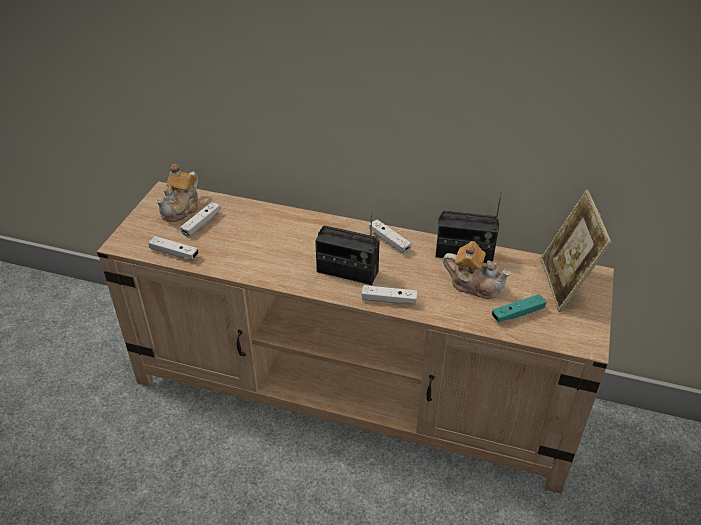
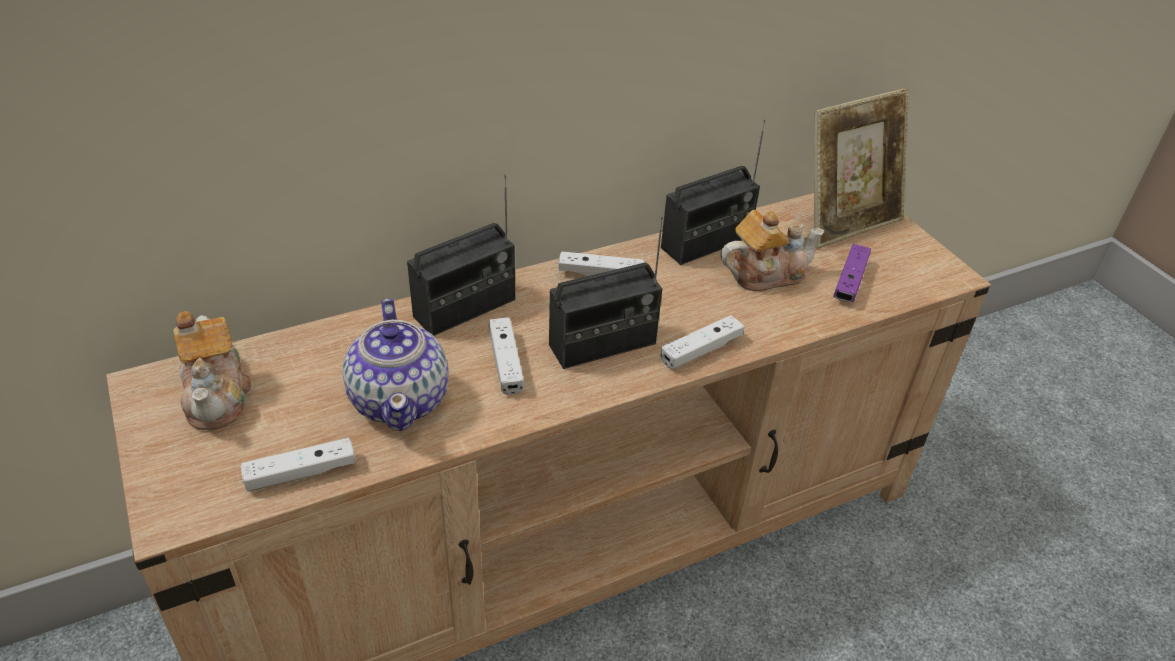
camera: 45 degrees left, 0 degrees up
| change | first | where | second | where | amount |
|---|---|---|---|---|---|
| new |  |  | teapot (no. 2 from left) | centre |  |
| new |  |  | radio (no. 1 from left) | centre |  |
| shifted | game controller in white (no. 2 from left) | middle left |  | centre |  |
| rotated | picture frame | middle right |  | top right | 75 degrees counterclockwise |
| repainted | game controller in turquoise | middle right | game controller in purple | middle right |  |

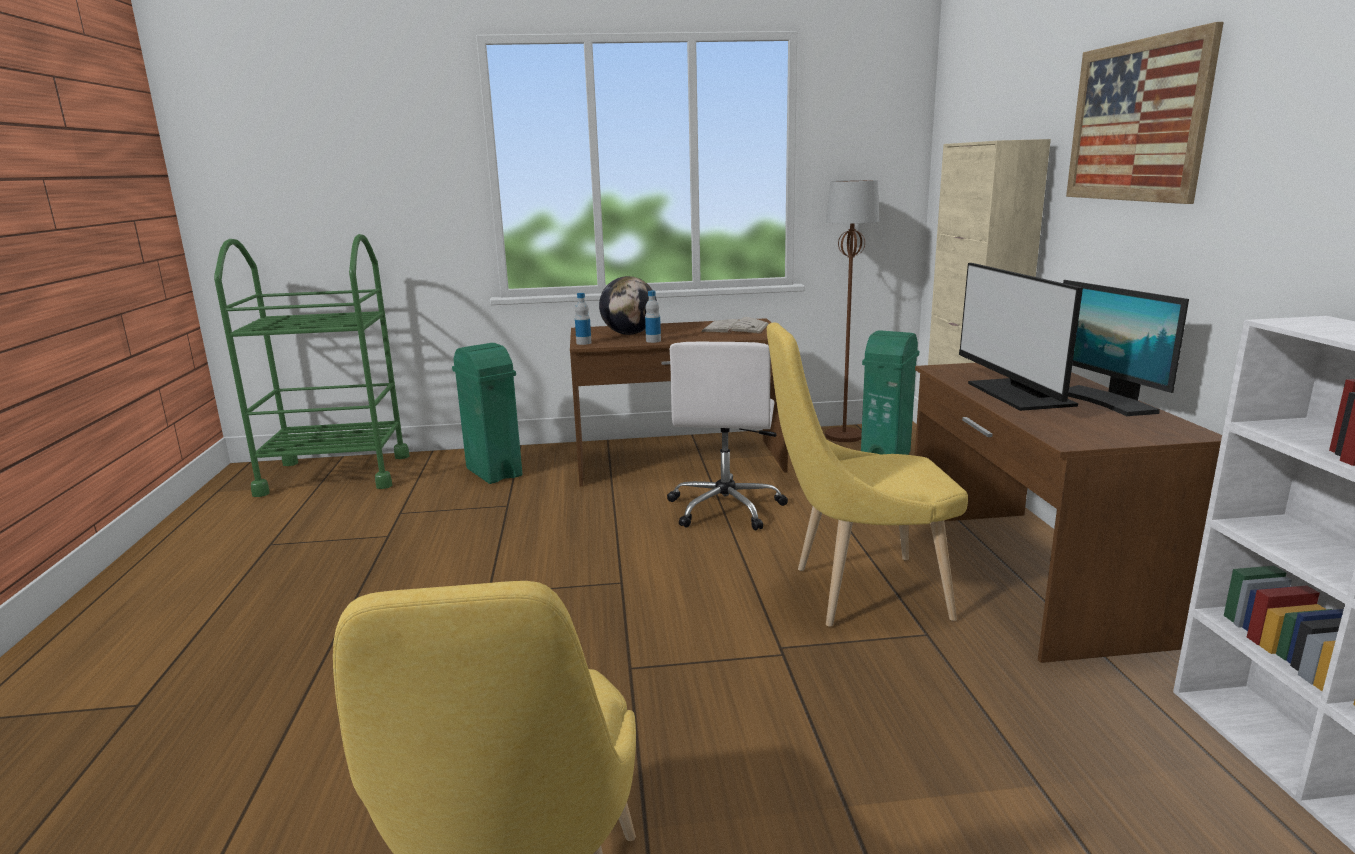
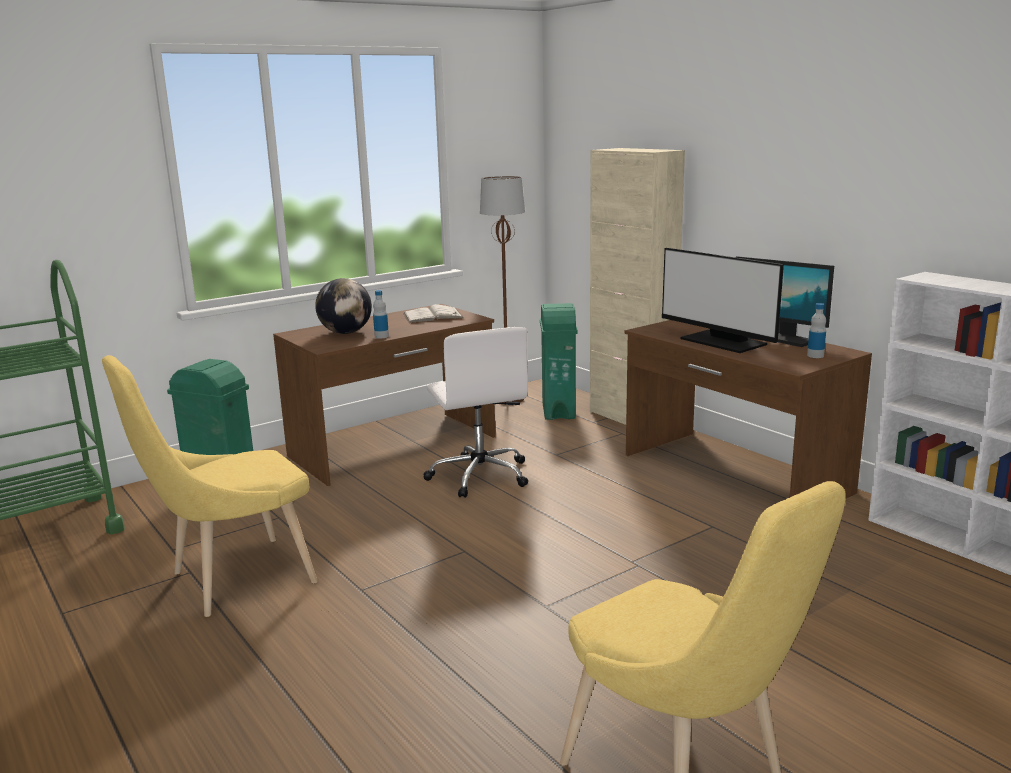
camera: 30 degrees left, 0 degrees up
| change | first | where | second | where | amount |
|---|---|---|---|---|---|
| shifted | chair in yellow (no. 2 from left in the first image) | centre | chair in yellow (no. 1 from left) | middle left |  |
| shifted | bottle (no. 1 from left in the first image) | centre | bottle (no. 2 from left) | middle right |  |
| gone | picture | top right |  |  |  |

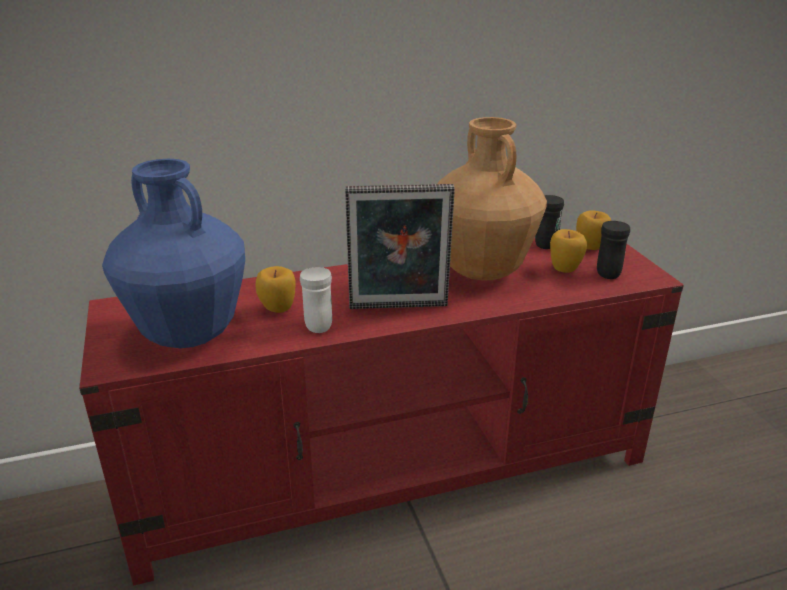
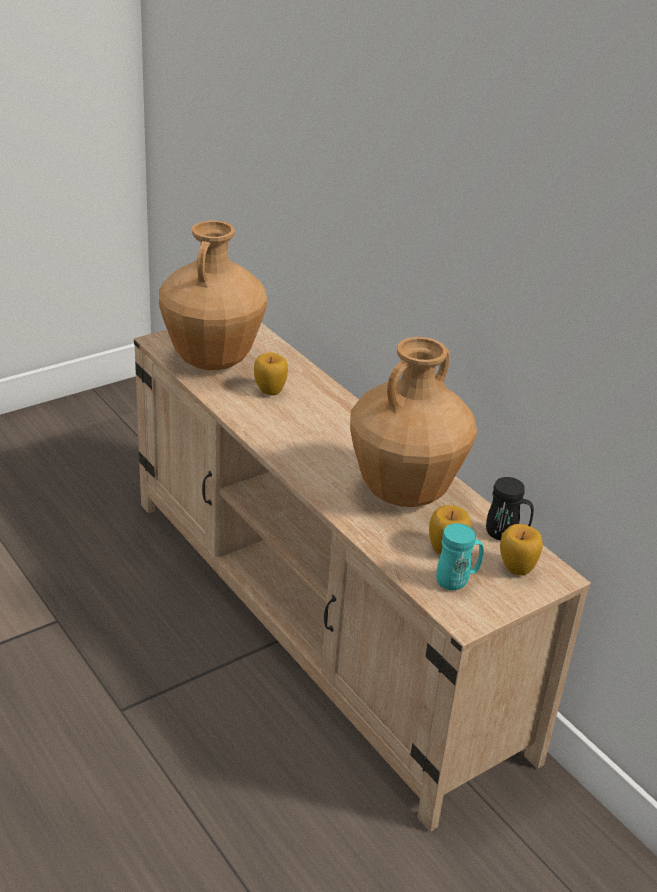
camera: 70 degrees right, 5 degrees up
| change | first | where | second | where | amount |
|---|---|---|---|---|---|
| repainted | tv stand in red | bottom centre | tv stand in beige | centre |  |
| repainted | vase in blue | middle left | vase in brown (no. 1 from left) | top left |  |
| repainted | mug in black (no. 2 from left) | middle right | mug in turquoise | middle right |  |
| gone | mug in white | centre |  |  |  |
| gone | picture frame | centre |  |  |  |

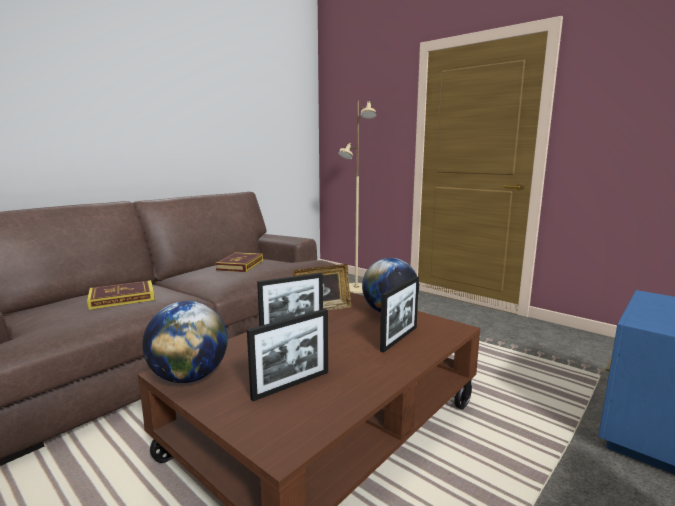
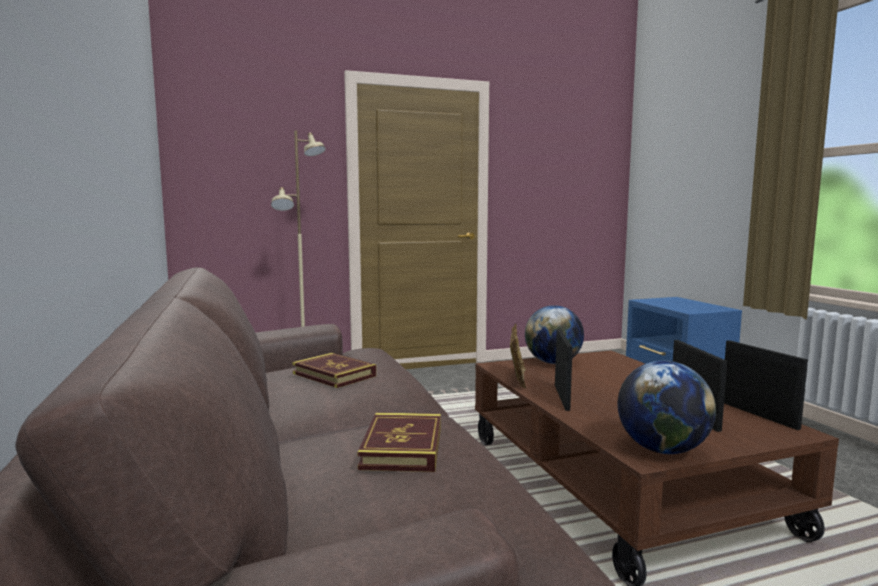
camera: 60 degrees left, 5 degrees down
| change | first | where | second | where | amount |
|---|---|---|---|---|---|
| shifted | picture frame (no. 4 from left) | centre |  | middle right |  |

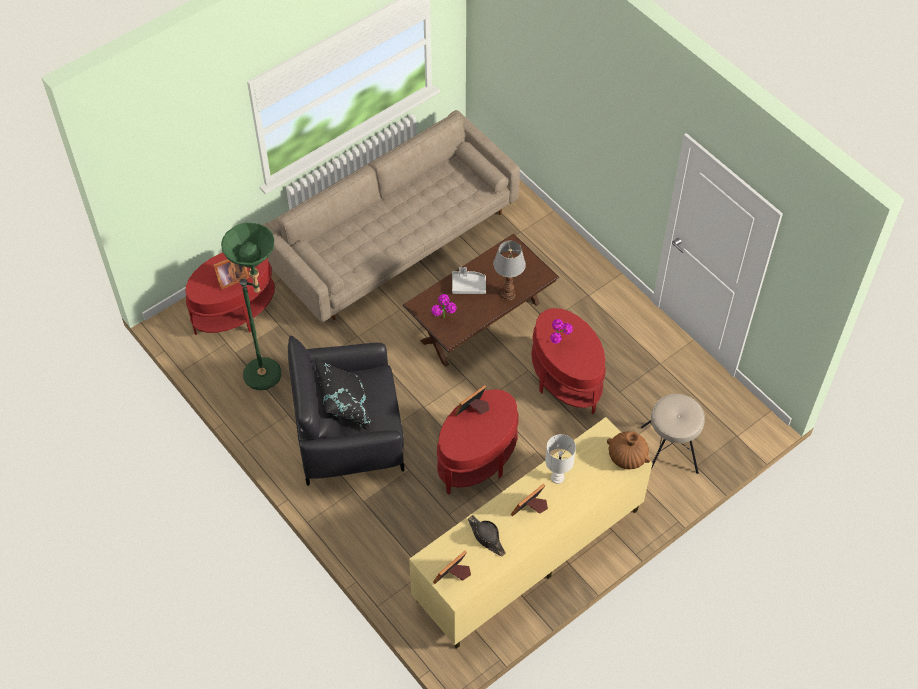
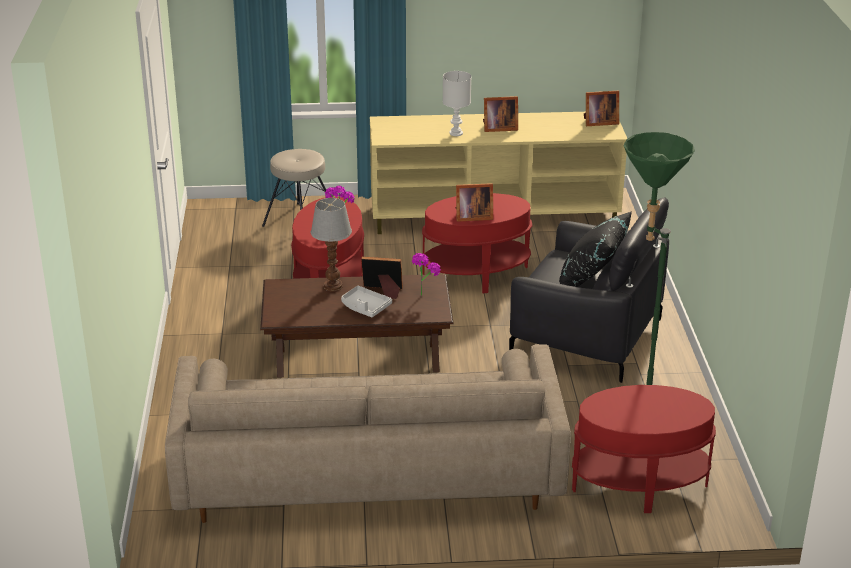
camera: 145 degrees left, 25 degrees down
| change | first | where | second | where | amount |
|---|---|---|---|---|---|
| shifted | picture frame (no. 1 from left) | middle left |  | centre |  |
| gone | hat in black | bottom centre |  |  |  |
| gone | vase in brown | middle right |  |  |  |

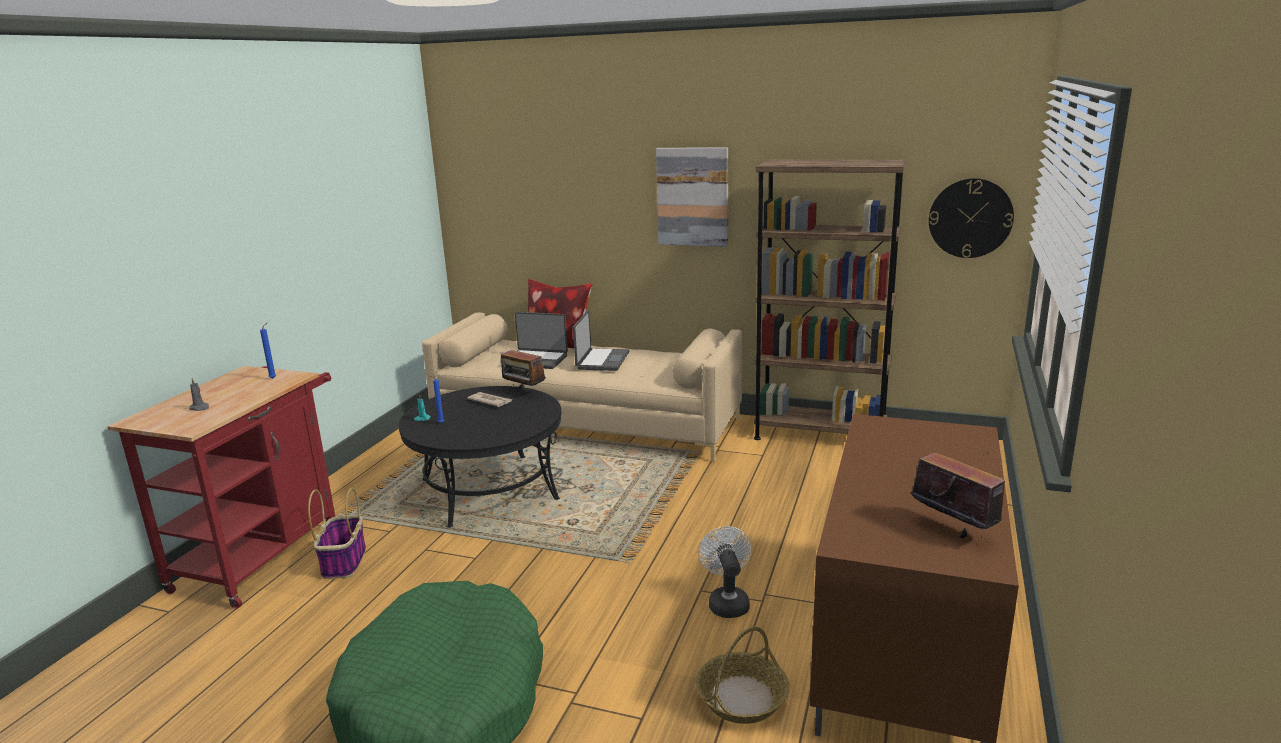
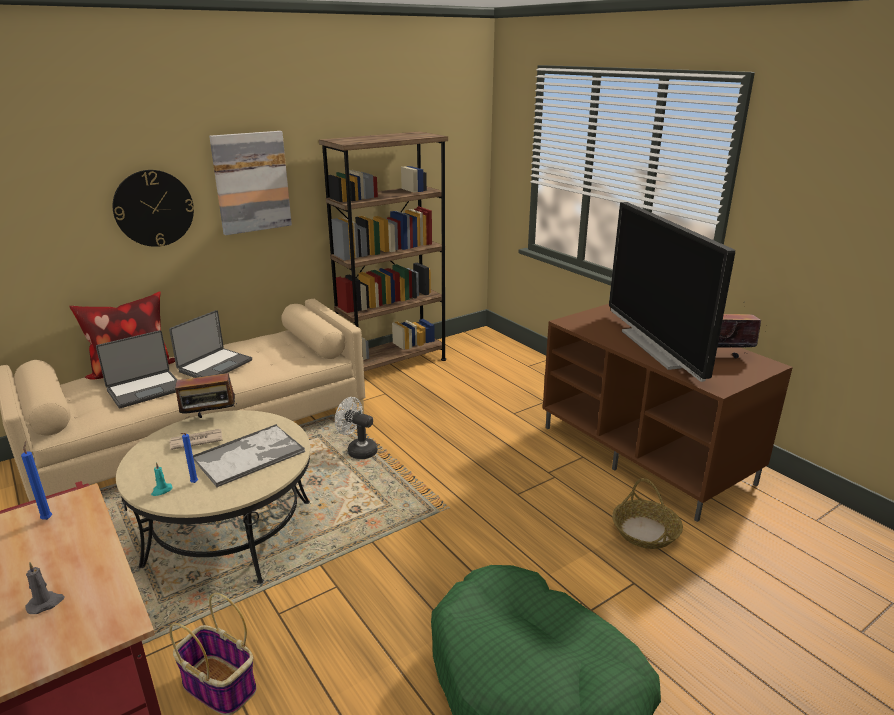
camera: 55 degrees left, 5 degrees up
| change | first | where | second | where | amount |
|---|---|---|---|---|---|
| shifted | wall clock | top right |  | top left |  |
| repainted | coffee table in black | centre | coffee table in beige | bottom left |  |
| rotated | laptop (no. 2 from left) | centre |  | middle left | 75 degrees clockwise |
| new |  |  | tray | middle left |  |
| shifted | fan in white | bottom centre |  | centre |  |
| new |  |  | television | middle right |  |

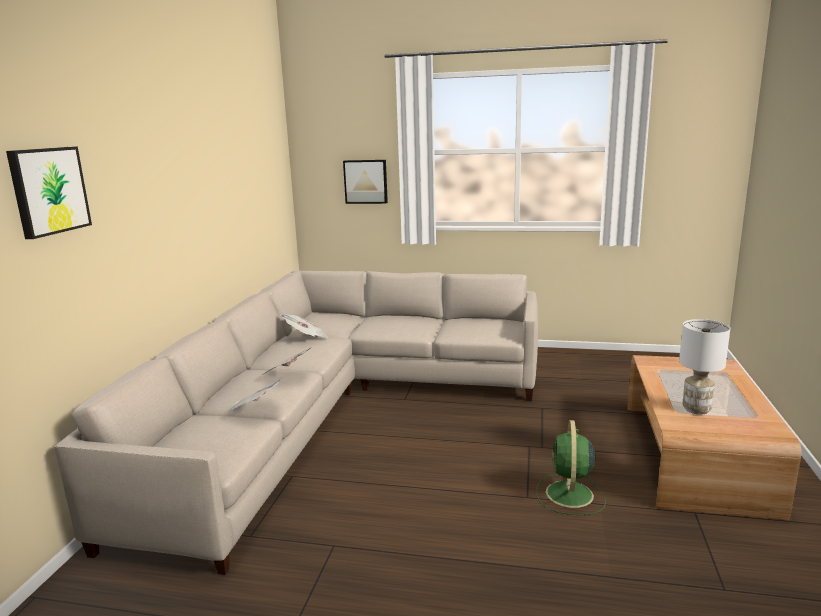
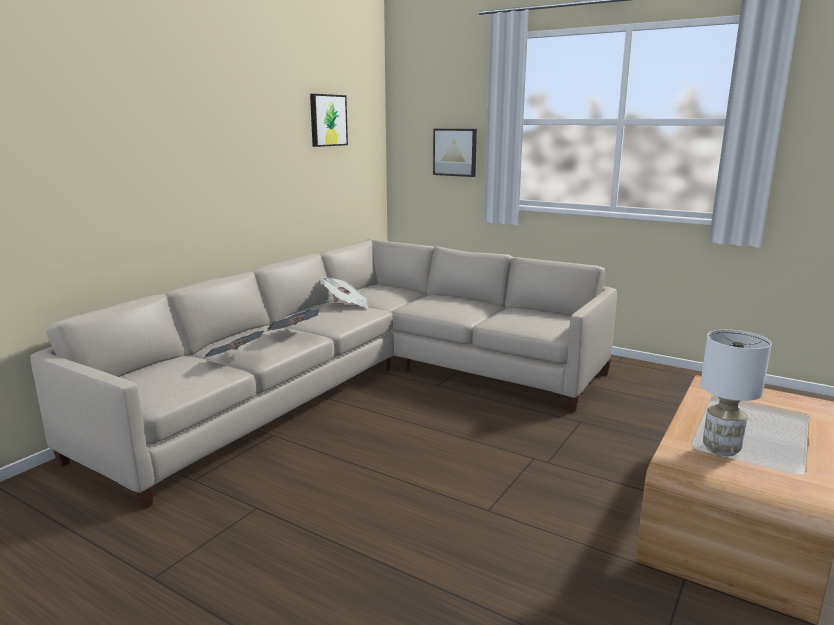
camera: 20 degrees right, 0 degrees up
| change | first | where | second | where | amount |
|---|---|---|---|---|---|
| shifted | picture (no. 1 from left) | top left |  | top centre |  |
| gone | fan in green | bottom right |  |  |  |

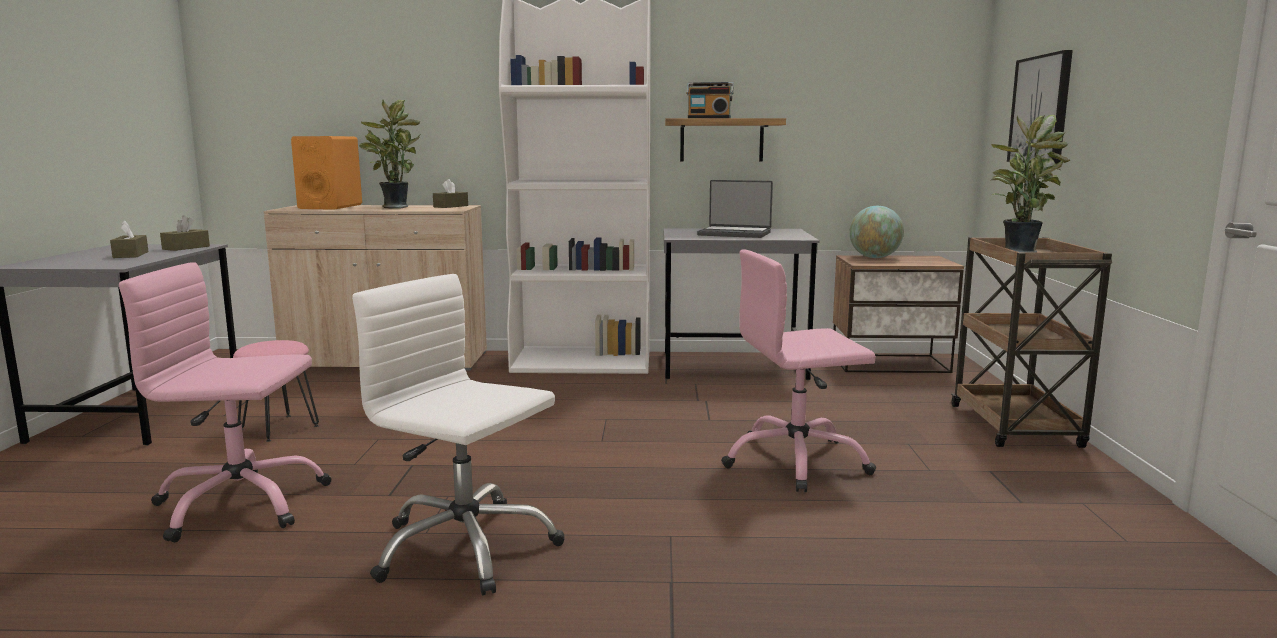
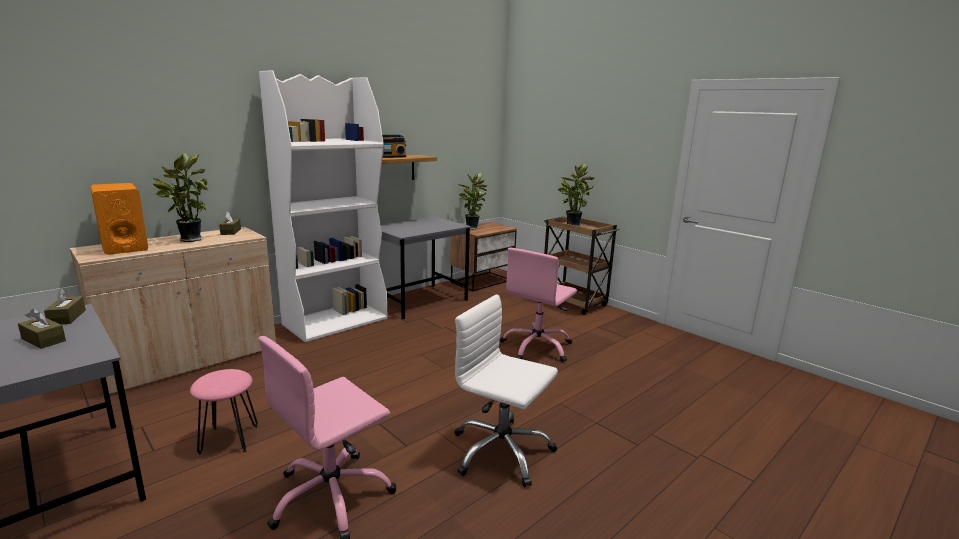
camera: 45 degrees left, 5 degrees up
| change | first | where | second | where | amount |
|---|---|---|---|---|---|
| rotated | office chair in white | bottom centre |  | bottom centre | 45 degrees clockwise |
| swapped | globe | middle right | potted plant (no. 2 from left) | centre |  |
| gone | laptop | top centre |  |  |  |
| gone | picture | top right |  |  |  |

